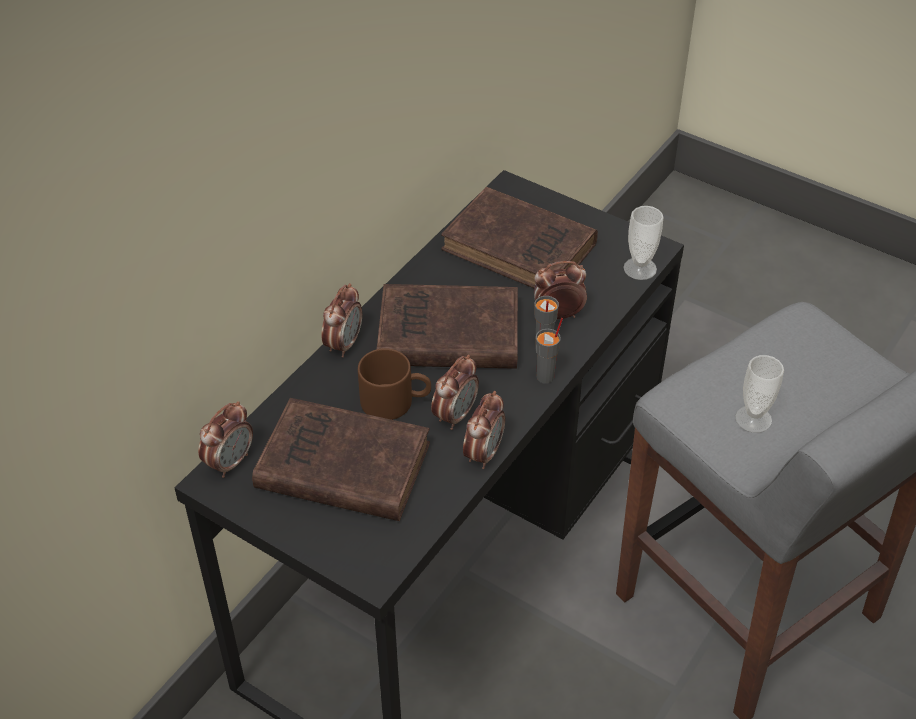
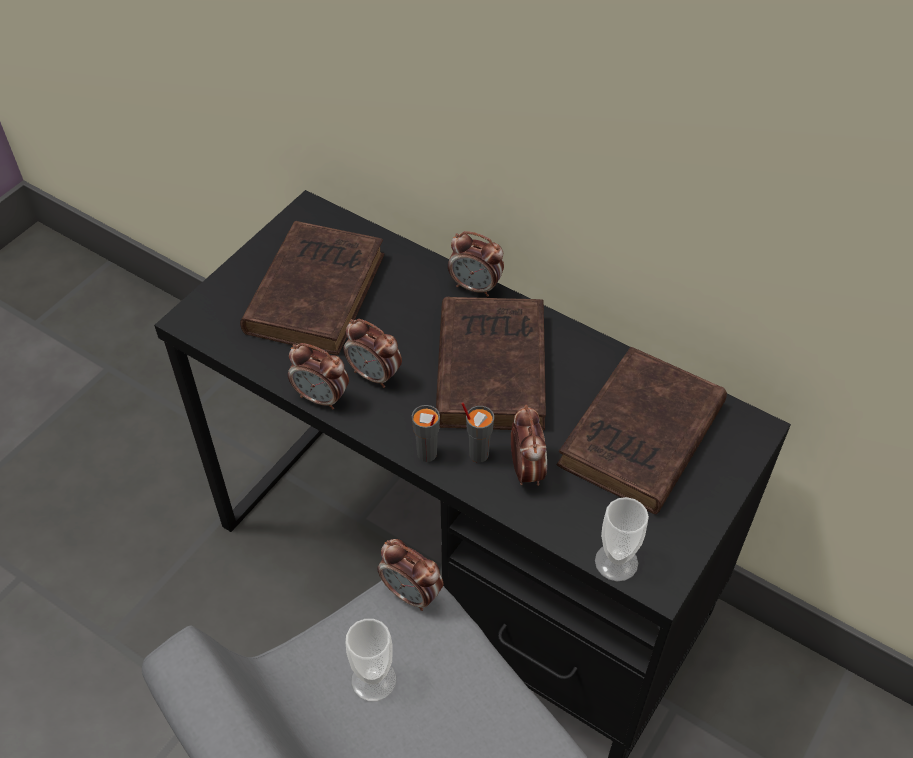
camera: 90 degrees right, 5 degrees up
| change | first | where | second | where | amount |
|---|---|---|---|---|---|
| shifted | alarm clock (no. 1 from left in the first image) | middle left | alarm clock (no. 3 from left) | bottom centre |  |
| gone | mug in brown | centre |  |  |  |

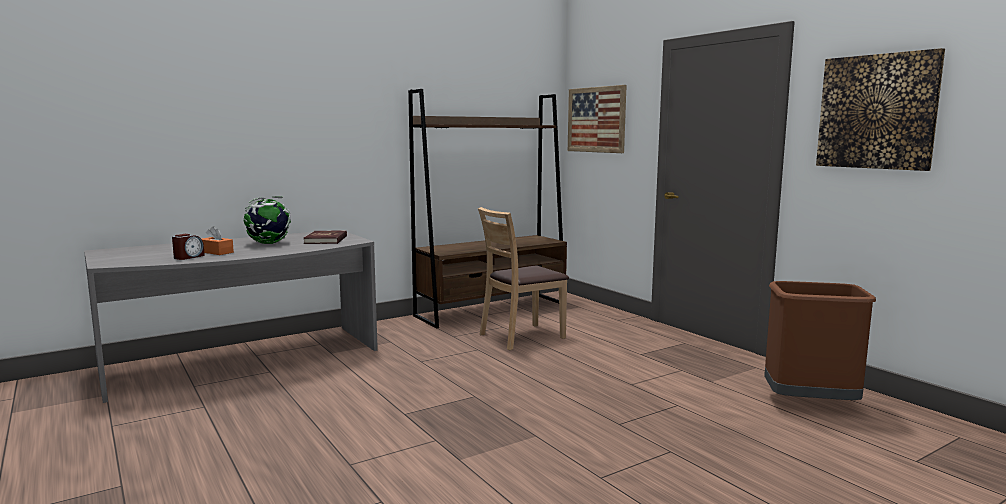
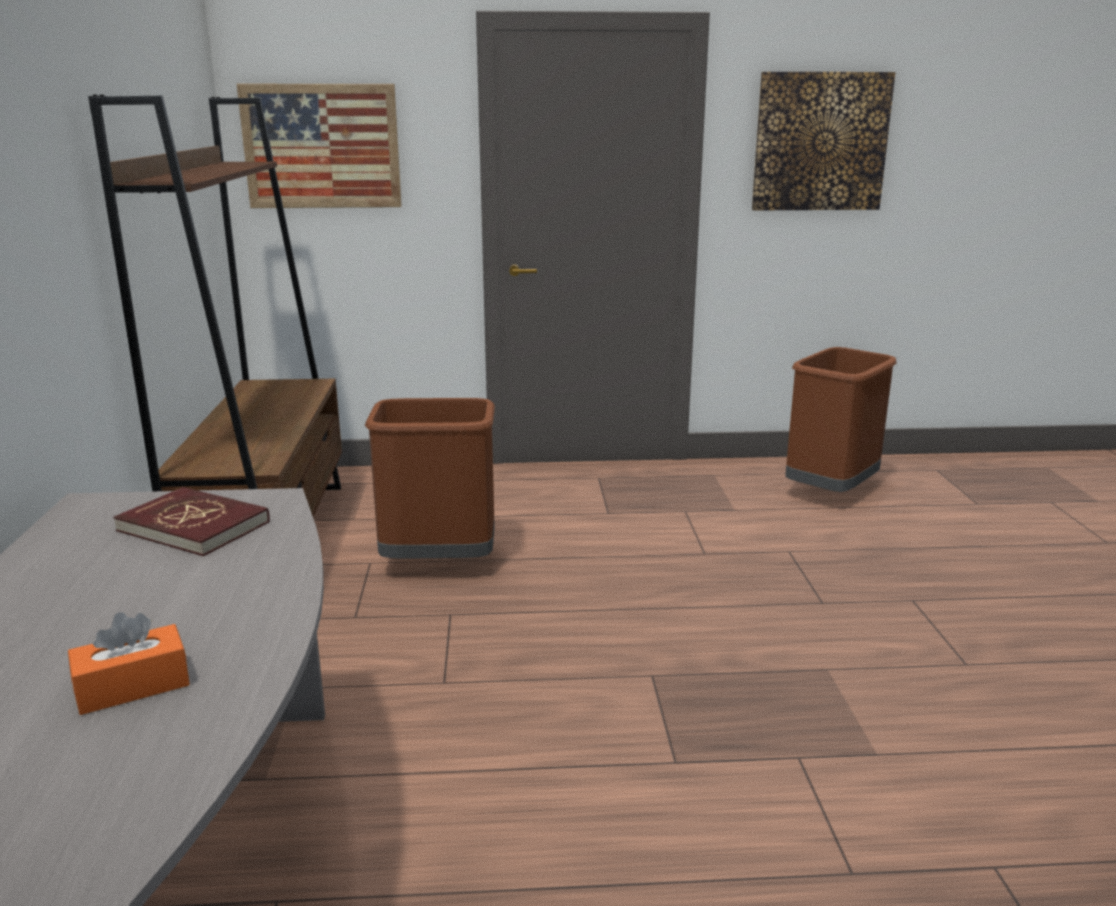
camera: 60 degrees left, 10 degrees up
| change | first | where | second | where | amount |
|---|---|---|---|---|---|
| swapped | chair in brown | centre | trash can in brown (no. 1 from left) | centre |  |
| gone | alarm clock | middle left |  |  |  |
| gone | globe | middle left |  |  |  |

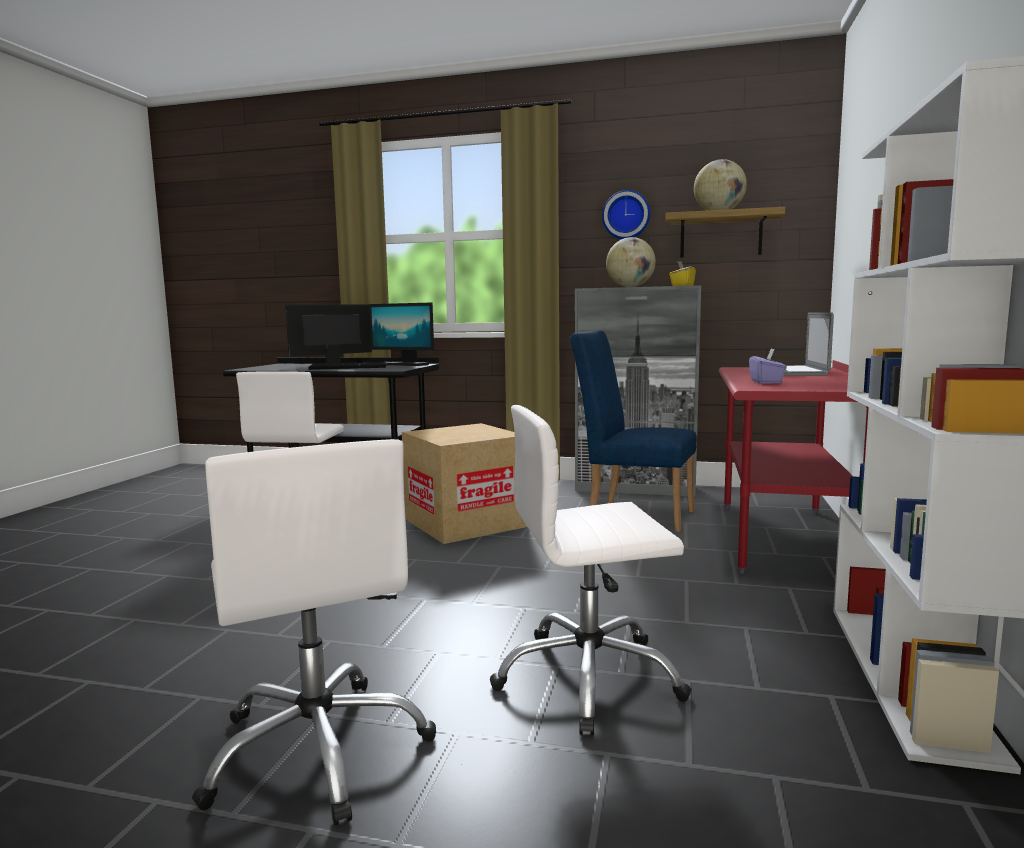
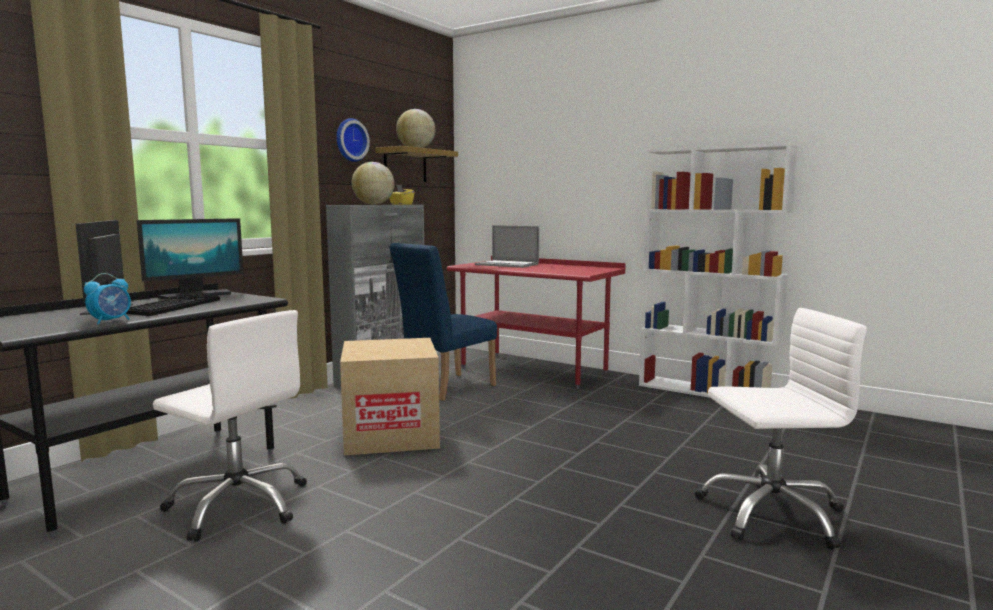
camera: 70 degrees left, 0 degrees up
| change | first | where | second | where | amount |
|---|---|---|---|---|---|
| new |  |  | alarm clock | middle left |  |
| gone | office chair in white (no. 3 from left) | bottom centre |  |  |  |
| gone | tissue box in purple | middle right |  |  |  |

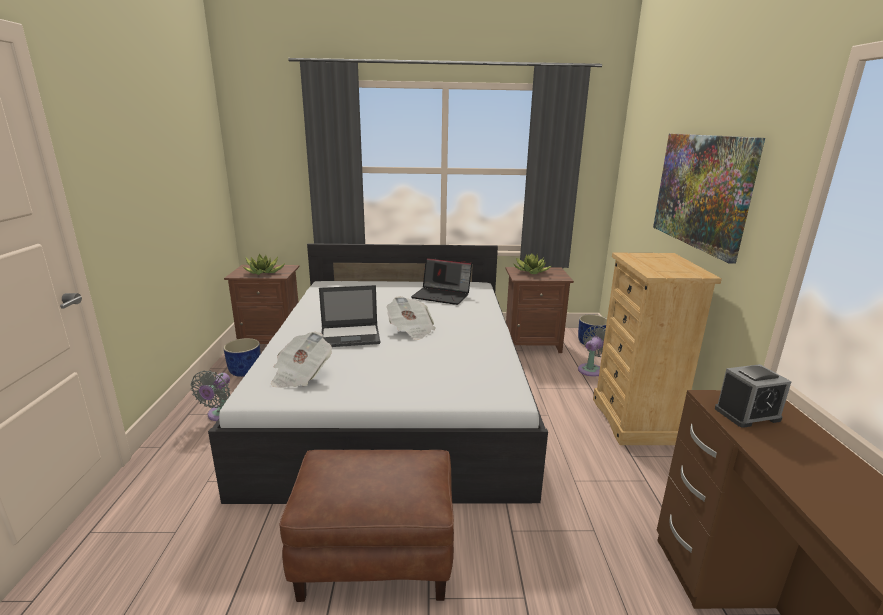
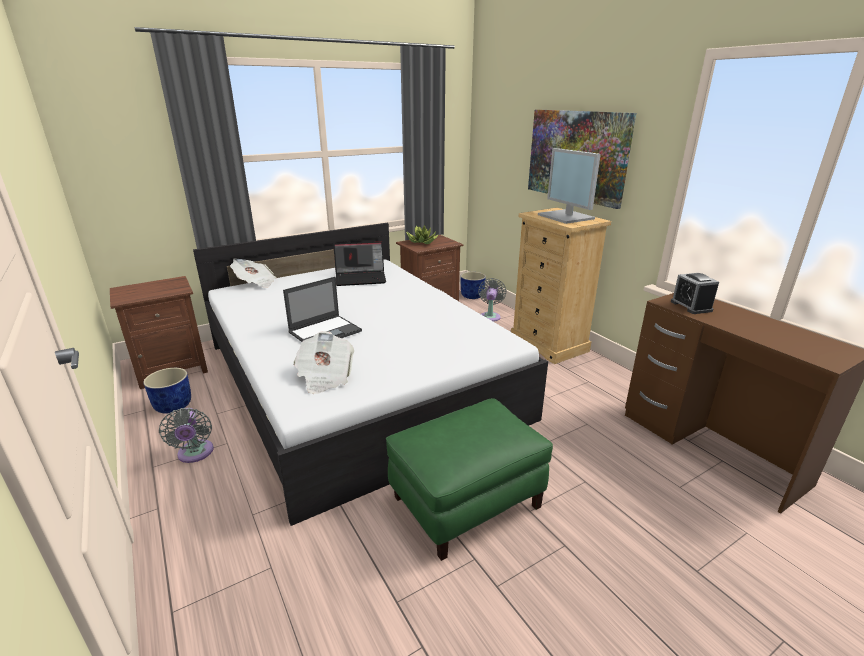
camera: 30 degrees left, 5 degrees up
| change | first | where | second | where | amount |
|---|---|---|---|---|---|
| shifted | newspaper (no. 2 from left in the first image) | centre | newspaper (no. 1 from left) | middle left |  |
| repainted | ottoman in brown | bottom centre | ottoman in green | bottom centre |  |
| new |  |  | monitor | top centre |  |
| rotated | alarm clock | middle right |  | middle right | 120 degrees clockwise |
| gone | potted plant (no. 1 from left) | middle left |  |  |  |

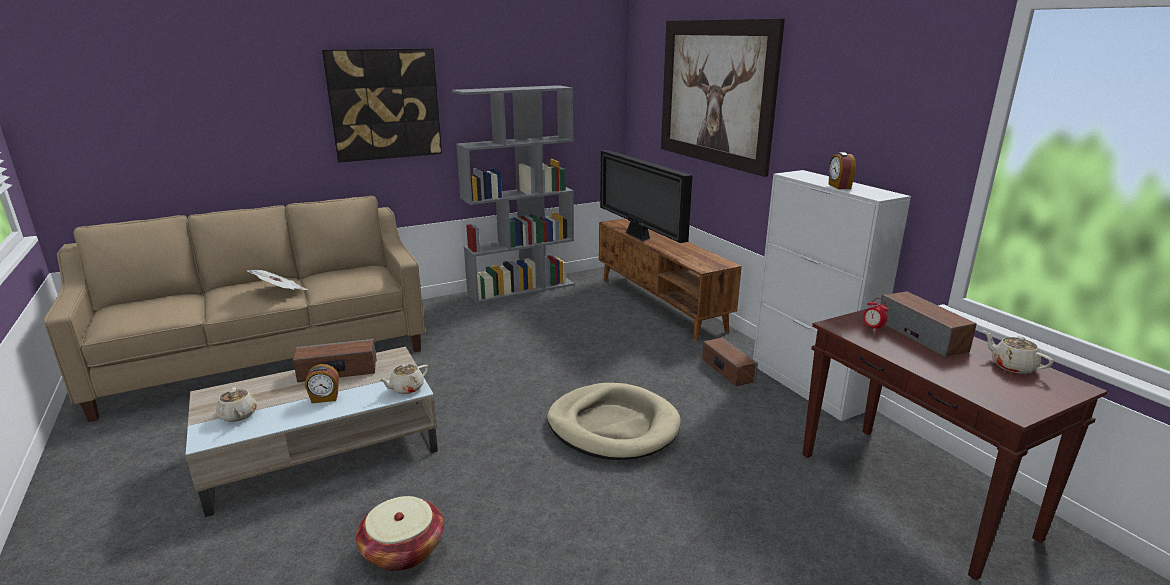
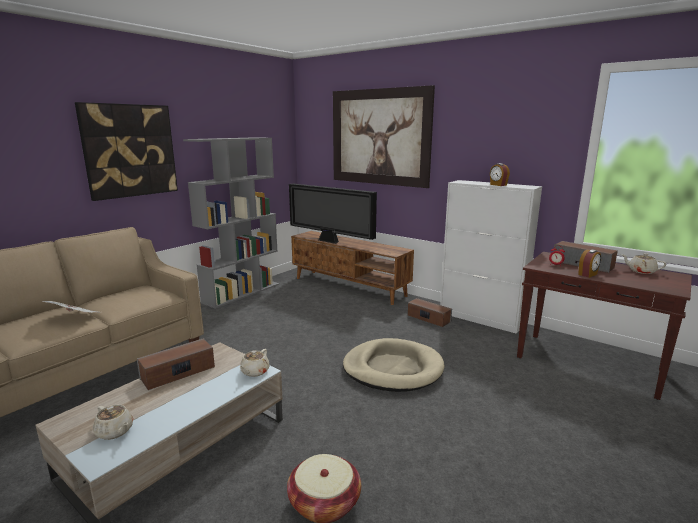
camera: 25 degrees left, 5 degrees down
| change | first | where | second | where | amount |
|---|---|---|---|---|---|
| shifted | alarm clock (no. 1 from left in the first image) | middle left | alarm clock (no. 3 from left) | middle right |  |

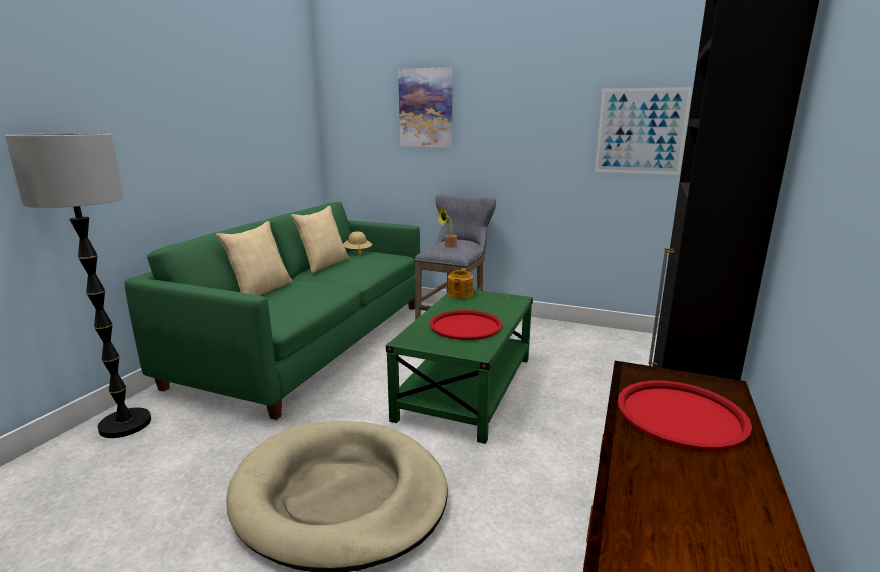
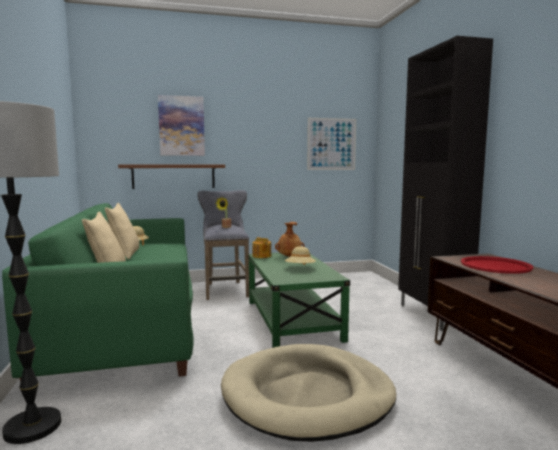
camera: 35 degrees left, 10 degrees down
| change | first | where | second | where | amount |
|---|---|---|---|---|---|
| new |  |  | shelf in brown | middle left |  |
| new |  |  | vase in brown | centre |  |
| swapped | tray in red (no. 1 from left) | centre | hat in beige (no. 2 from left) | centre |  |

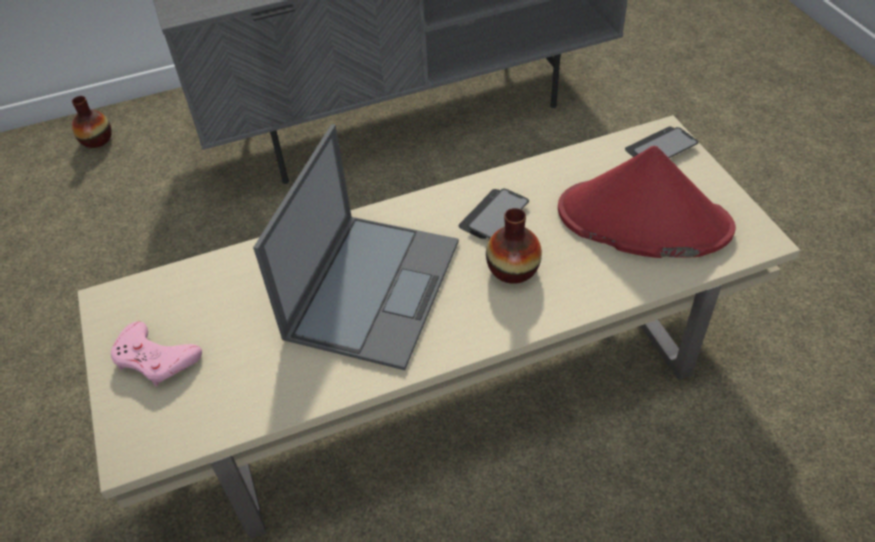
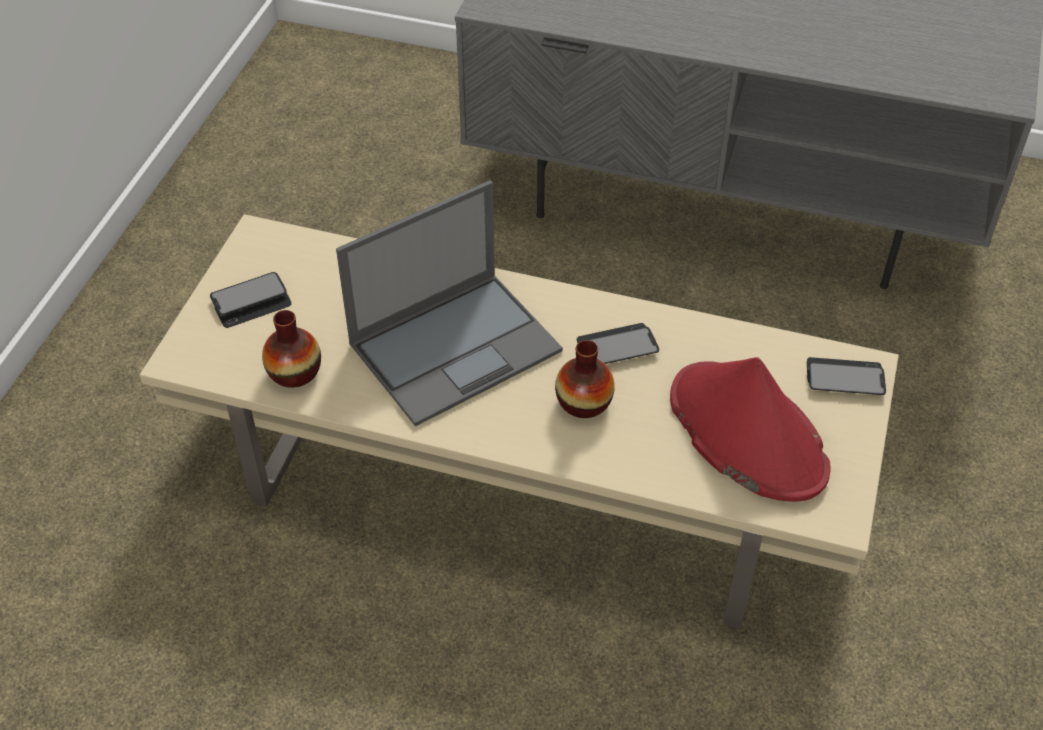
camera: 35 degrees right, 0 degrees up
| change | first | where | second | where | amount |
|---|---|---|---|---|---|
| swapped | game controller in pink | middle left | phone (no. 1 from left) | middle left |  |
| shifted | vase (no. 1 from left) | top left |  | middle left |  |

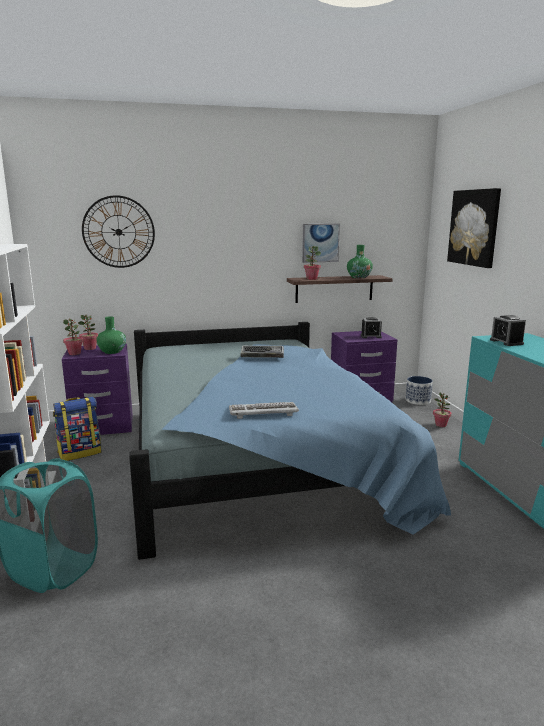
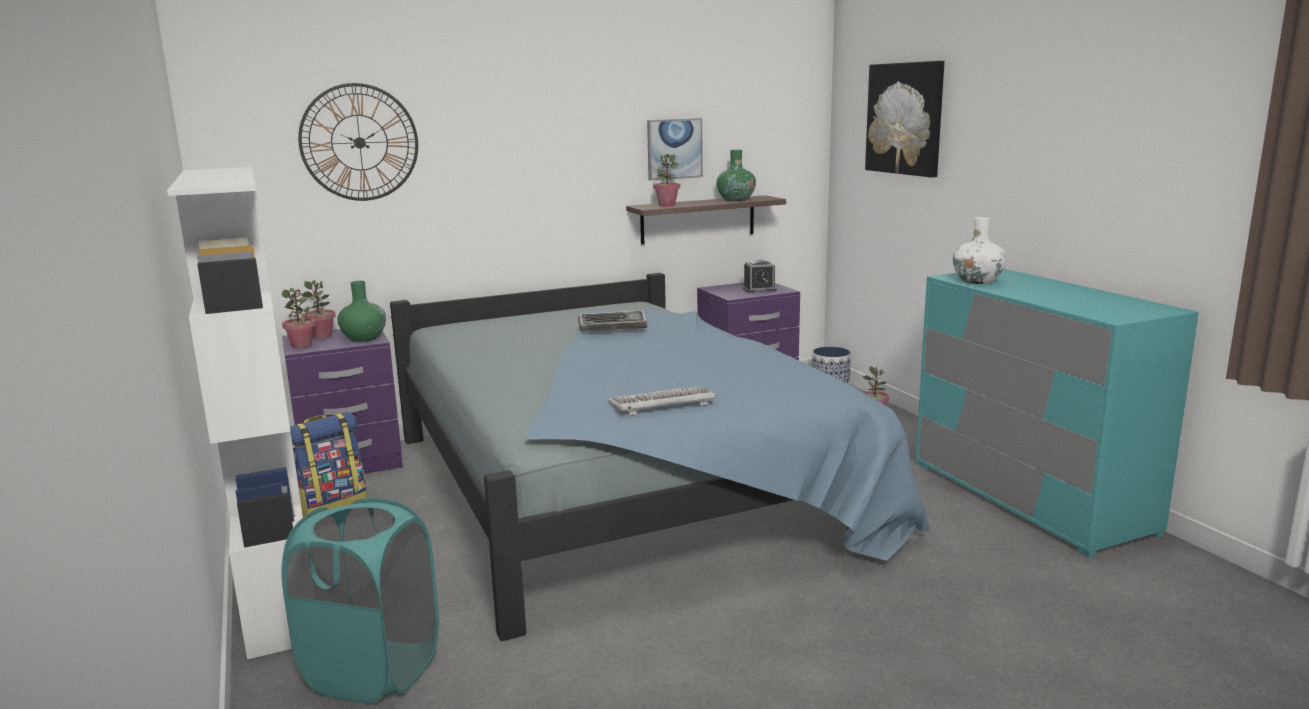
camera: 10 degrees left, 0 degrees up
| change | first | where | second | where | amount |
|---|---|---|---|---|---|
| swapped | alarm clock (no. 2 from left) | middle right | vase in white | middle right |  |

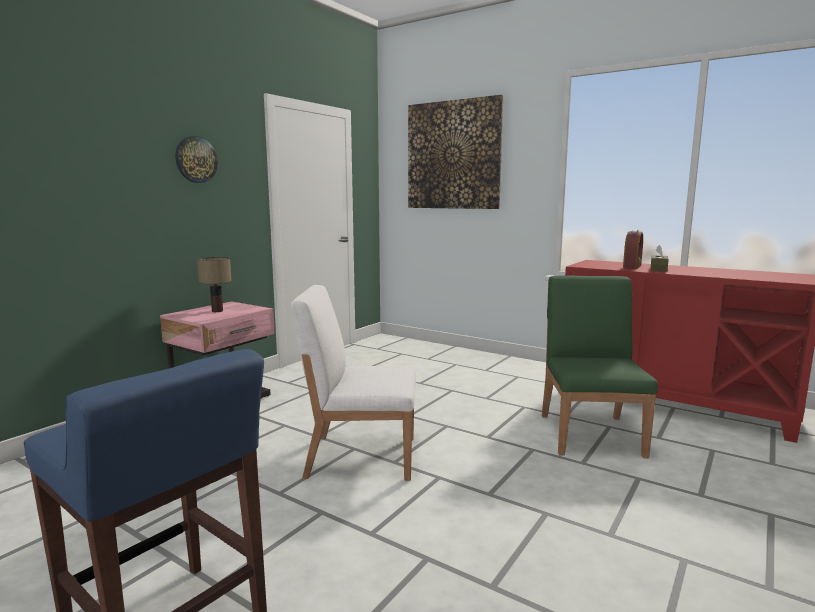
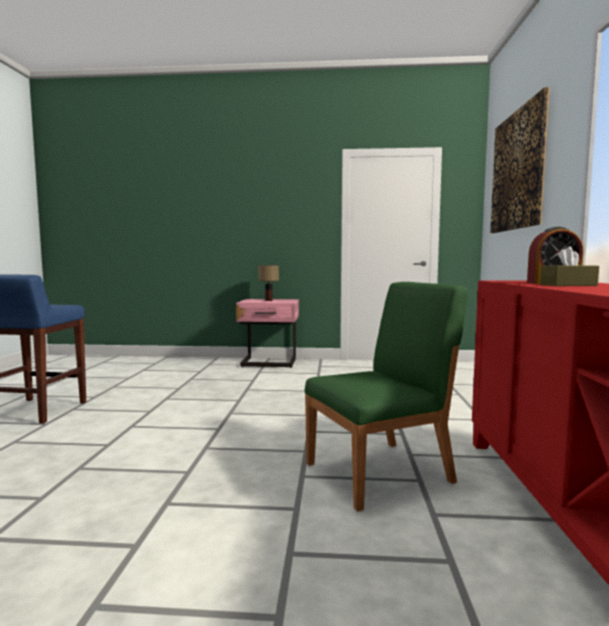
camera: 60 degrees right, 5 degrees down
| change | first | where | second | where | amount |
|---|---|---|---|---|---|
| gone | wall clock | top left |  |  |  |
| gone | chair in white | centre |  |  |  |

